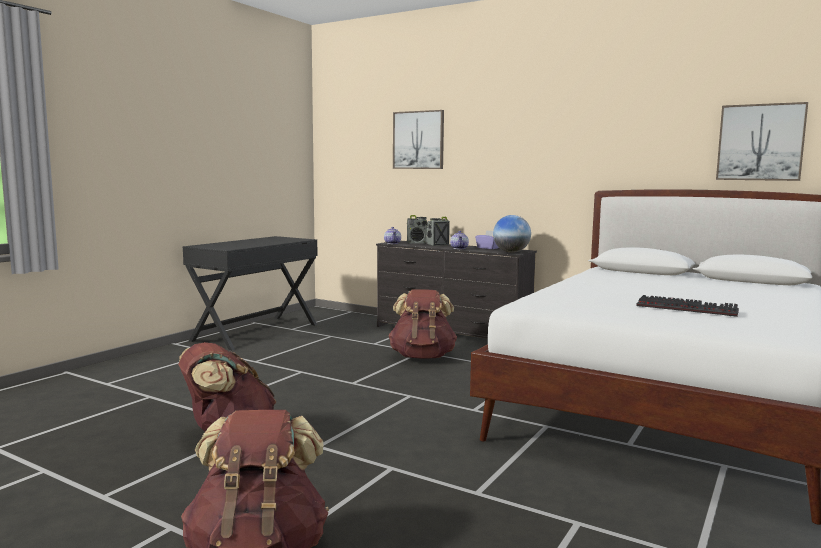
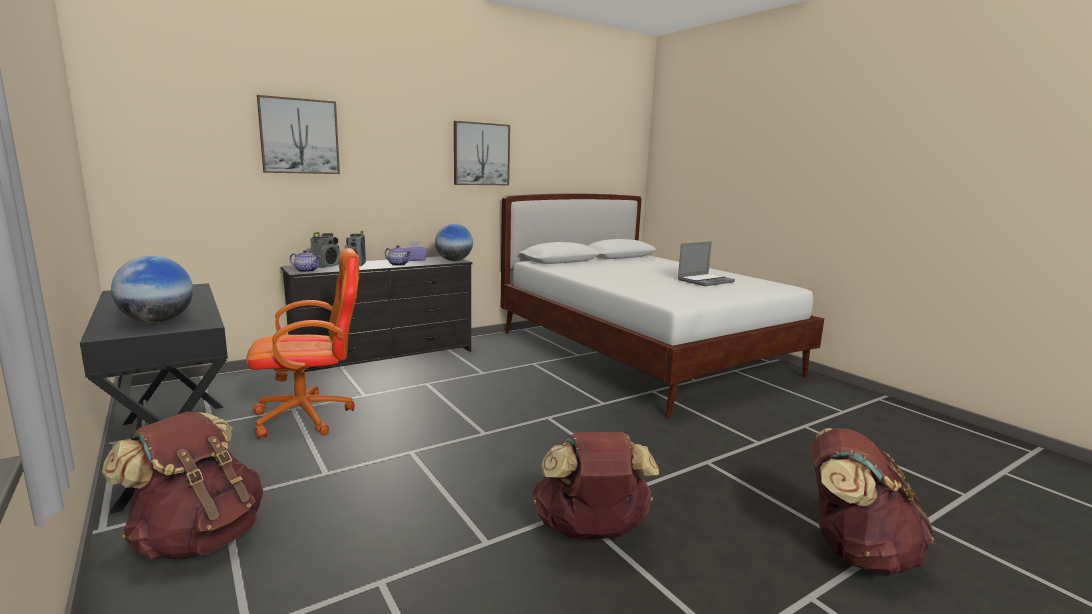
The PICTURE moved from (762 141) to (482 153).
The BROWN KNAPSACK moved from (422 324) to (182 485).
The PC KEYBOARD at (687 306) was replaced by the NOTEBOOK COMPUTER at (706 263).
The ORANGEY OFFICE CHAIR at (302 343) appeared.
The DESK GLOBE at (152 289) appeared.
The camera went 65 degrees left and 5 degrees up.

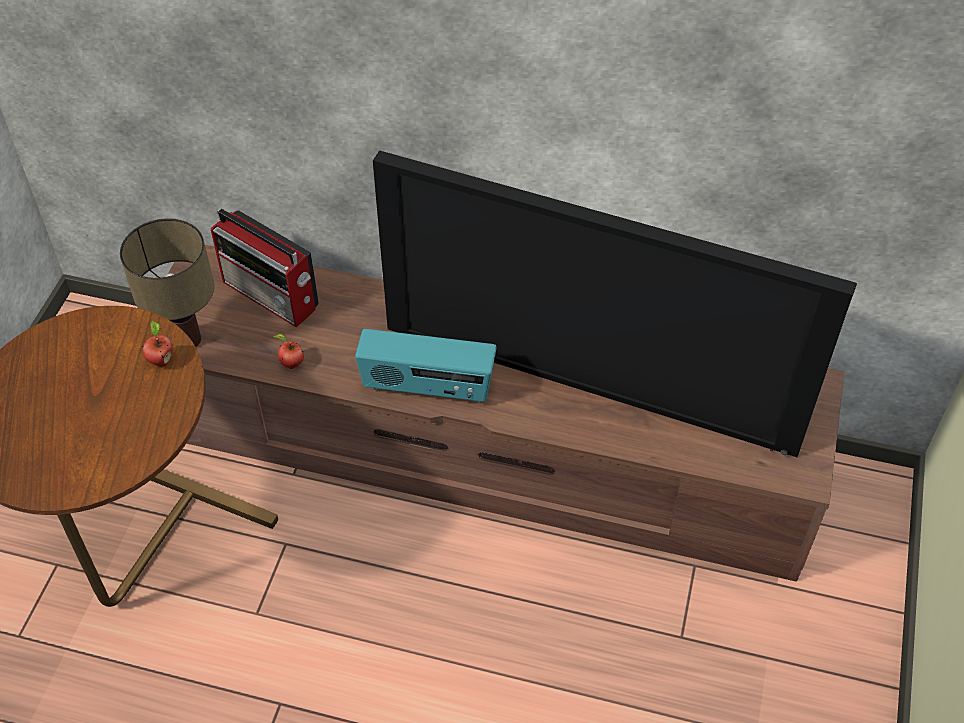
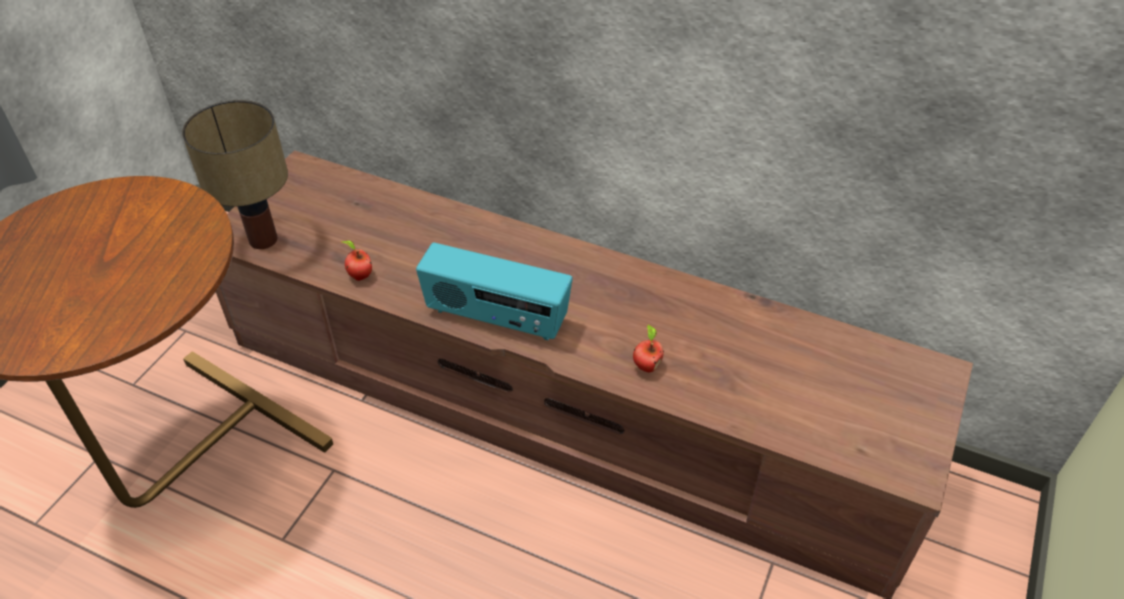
The TV SET at (615 303) disappeared.
The RADIO RECEIVER at (265 267) disappeared.
The APPLE FRUIT moved from (158 343) to (648 348).
The camera went 10 degrees right and 5 degrees down.

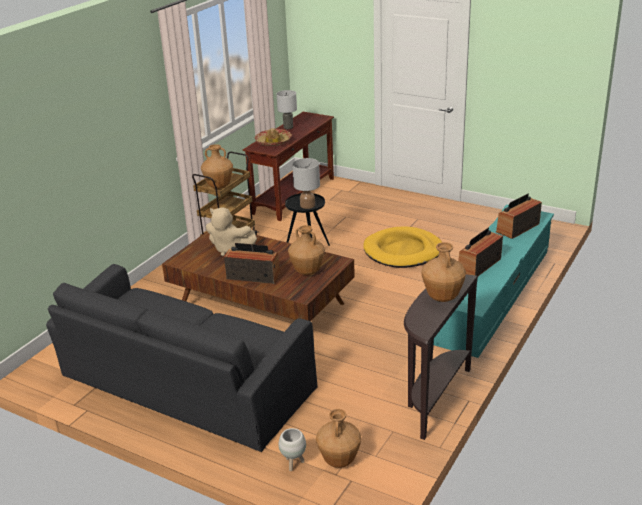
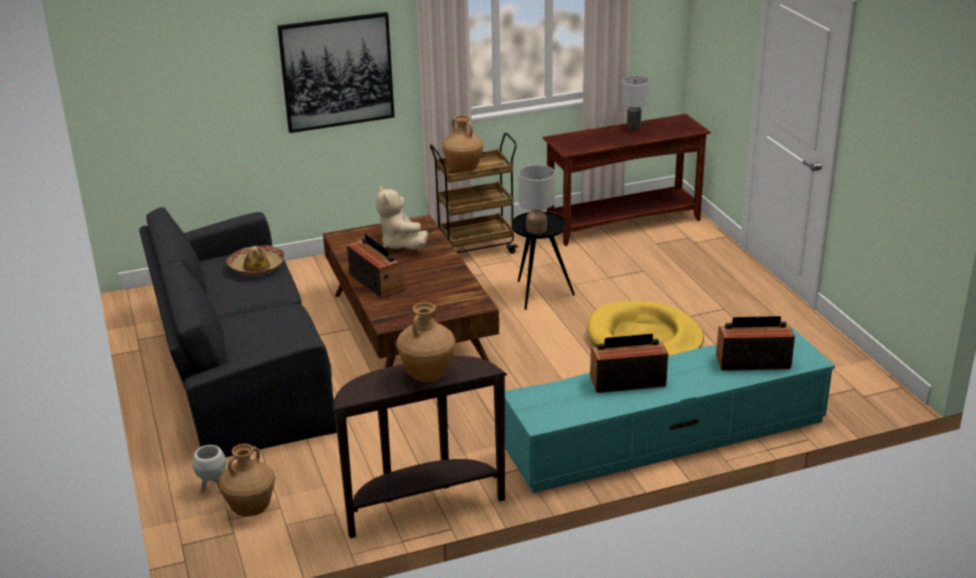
The WEARABLE HAT moved from (273 137) to (255 260).
The BROWN VASE at (306 250) disappeared.
The PICTURE at (336 72) appeared.
The camera went 40 degrees right and 0 degrees up.

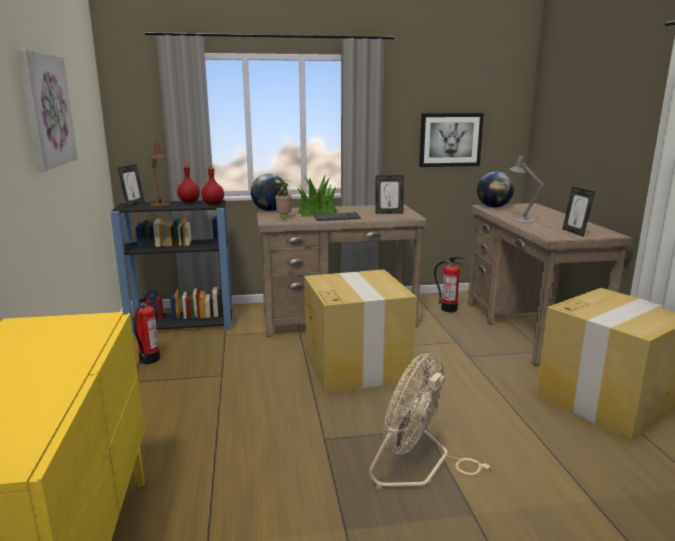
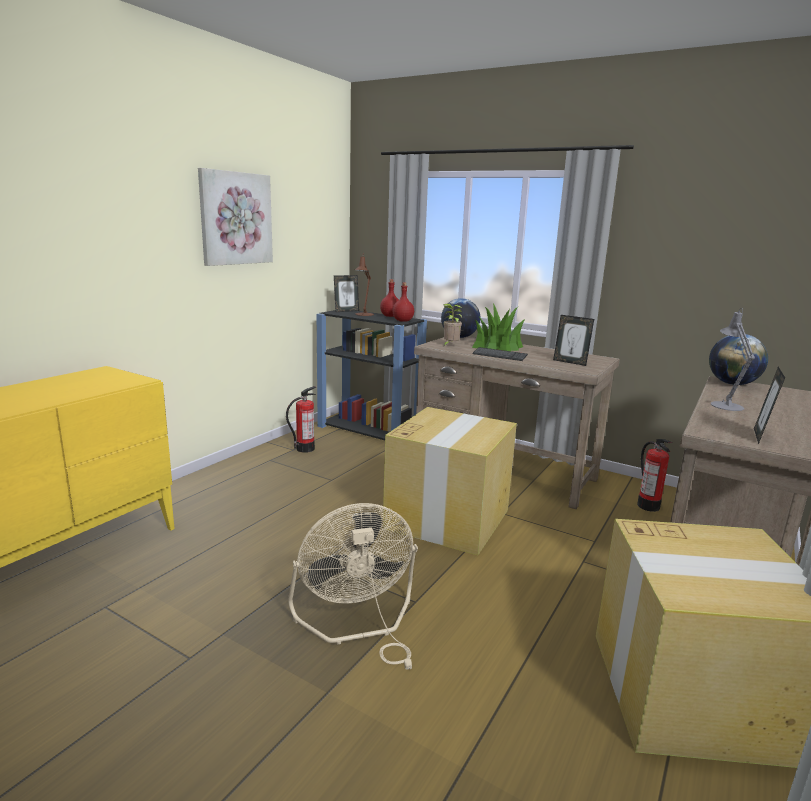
The PICTURE at (451 140) disappeared.
The camera went 40 degrees right and 0 degrees up.

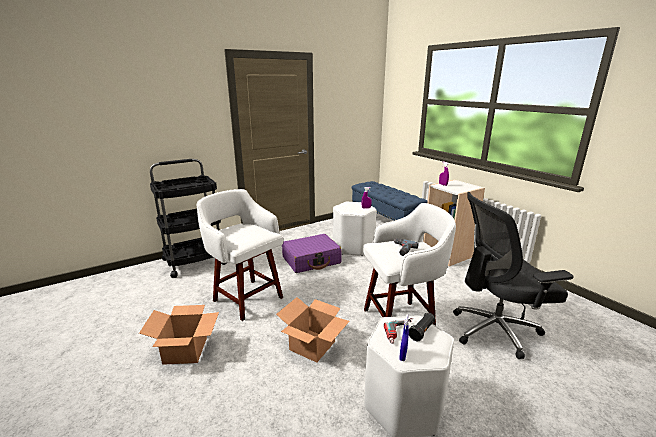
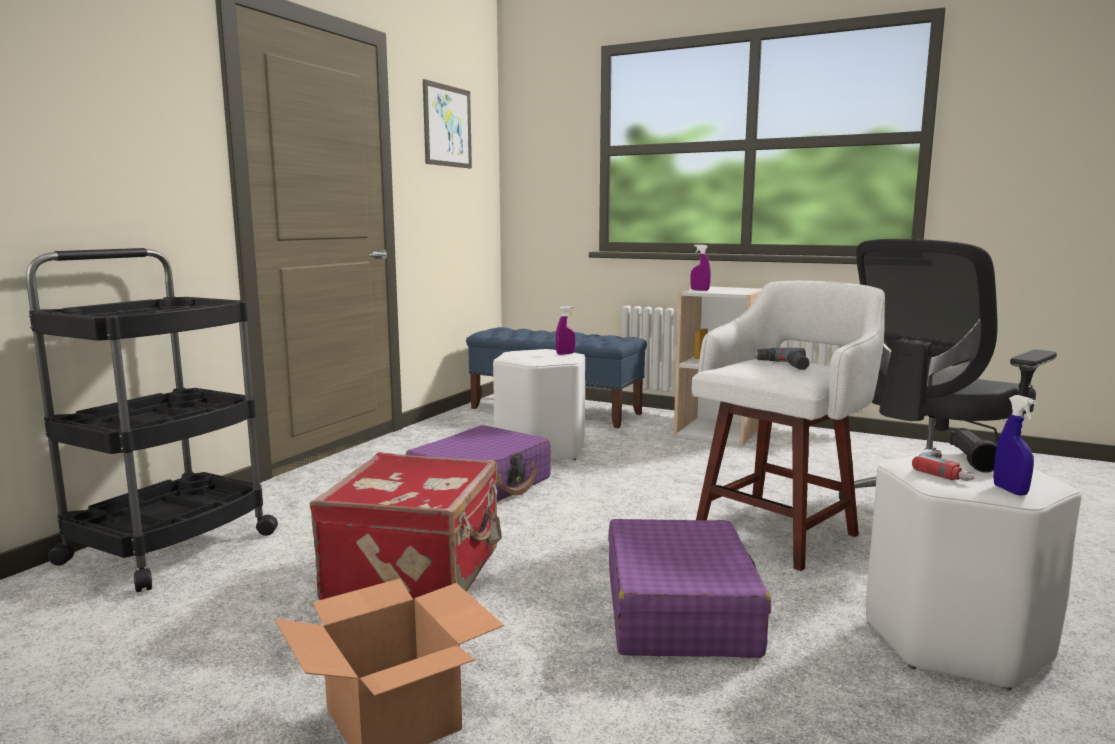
The WHITE-COLOURED SITTING STOOL at (240 255) was replaced by the RED TRAVEL CASE at (405 526).
The CARDBOARD BOX at (313 330) was replaced by the PURPLE TRAVEL CASE at (689 588).
The PICTURE at (447 124) appeared.
The camera went 30 degrees left and 10 degrees down.

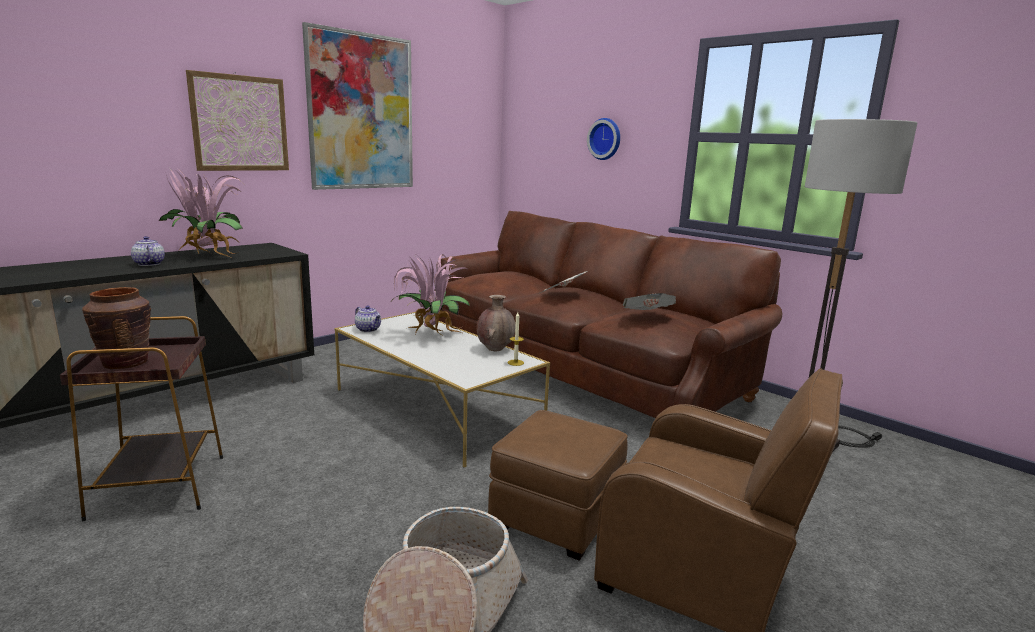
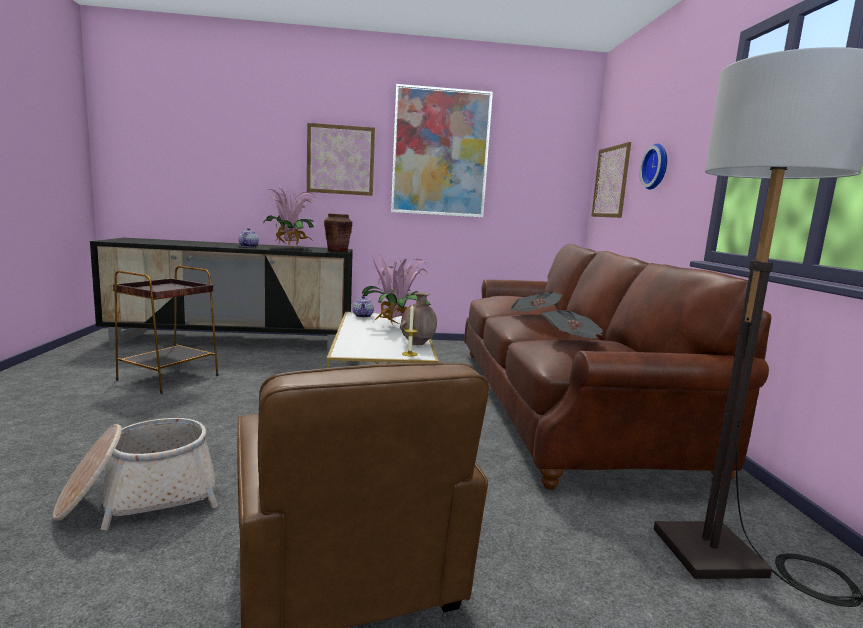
The BROWN VASE moved from (116 328) to (338 233).
The PICTURE at (611 180) appeared.
The camera went 40 degrees right and 5 degrees down.

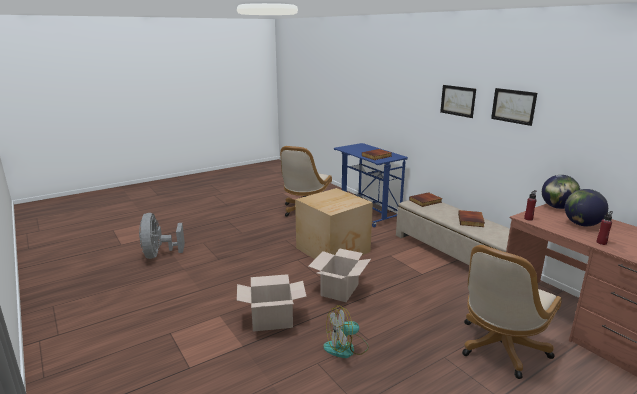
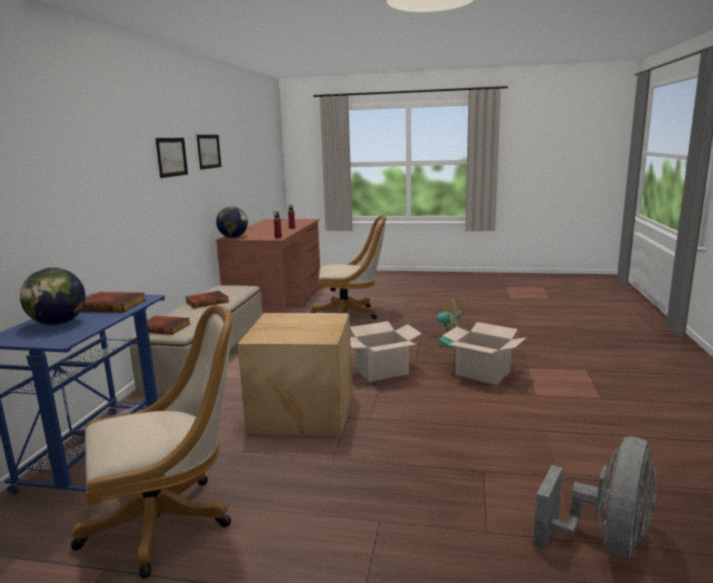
The PICTURE moved from (458 101) to (209 152).
The DESK GLOBE moved from (586 207) to (53 296).
The camera went 135 degrees left and 5 degrees down.

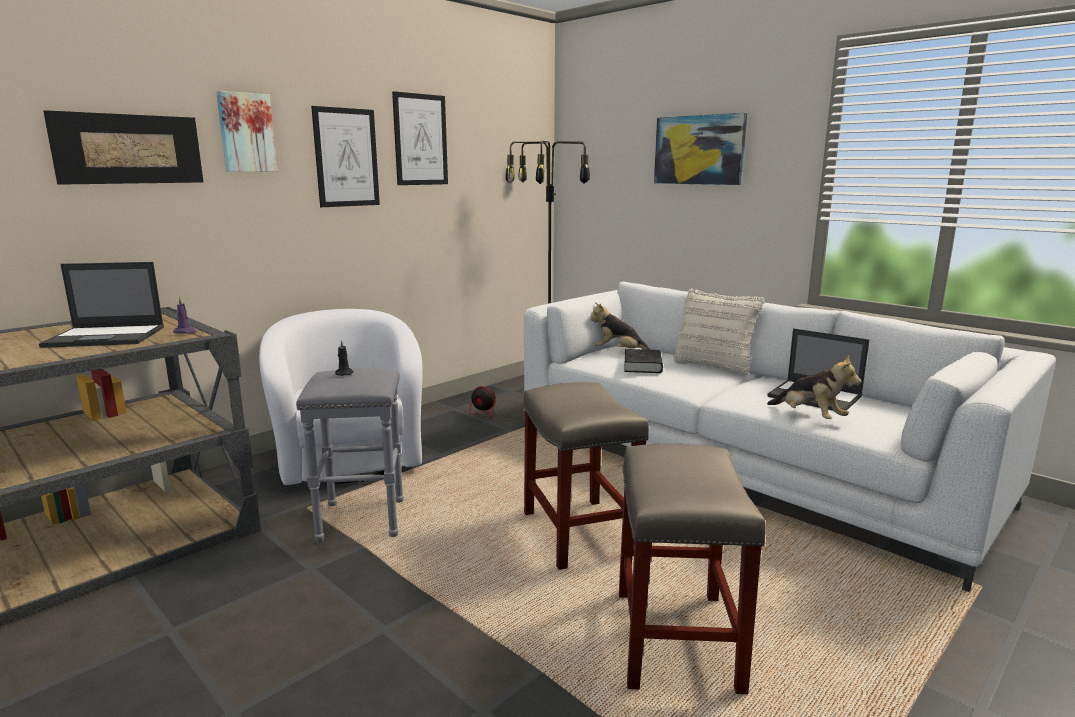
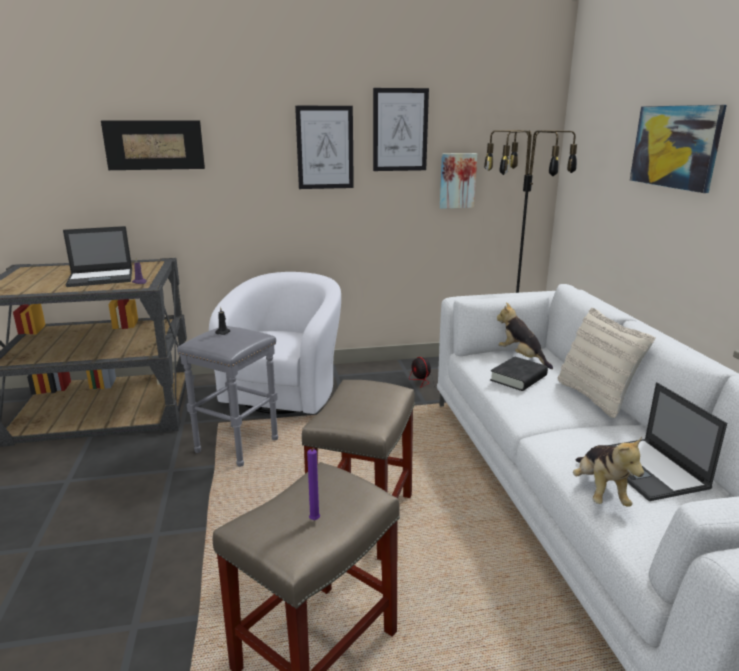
The PICTURE moved from (246 131) to (458 181).
The NOTEBOOK COMPUTER at (101 305) turned 45 degrees counterclockwise.
The PURPLE CANDLE at (313 484) appeared.
The camera went 35 degrees right and 5 degrees up.

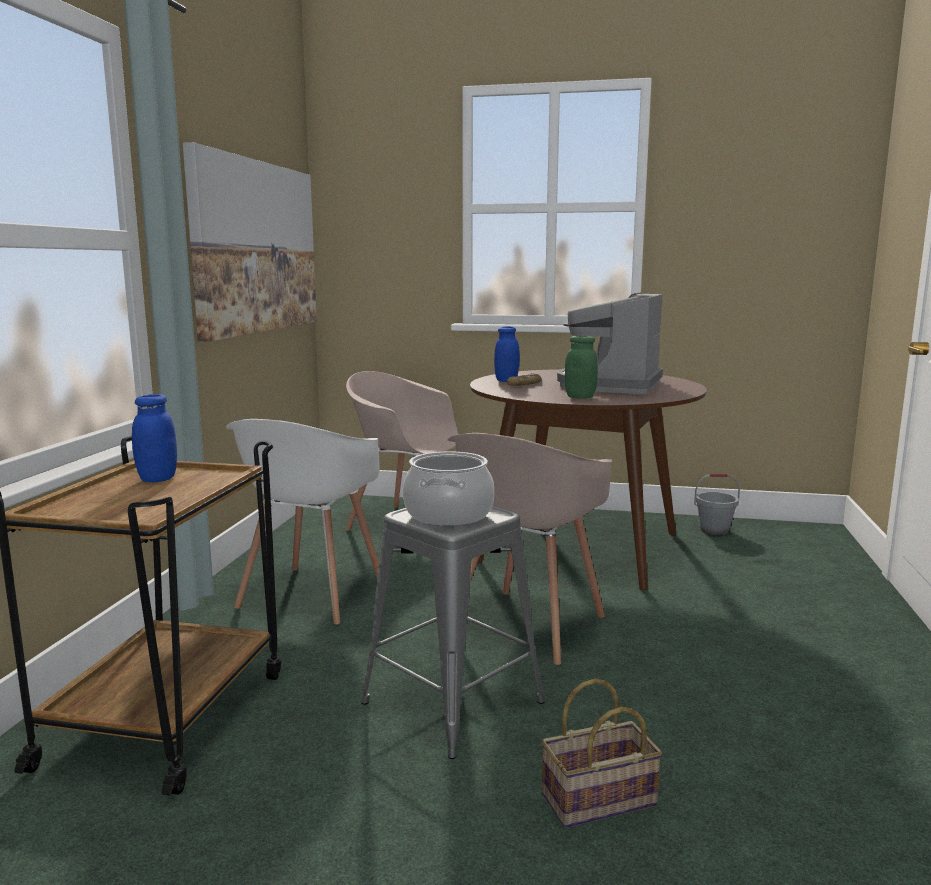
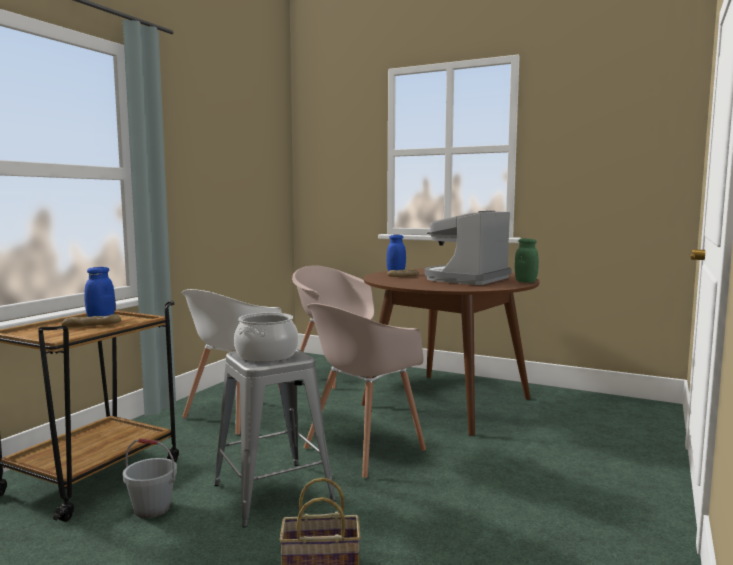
The PICTURE at (250 242) disappeared.
The GREEN JAR moved from (581 367) to (527 260).
The GREYISH BUCKET moved from (717 504) to (150 478).
The BAKED BREAD at (91 320) appeared.
The camera went 15 degrees right and 5 degrees down.

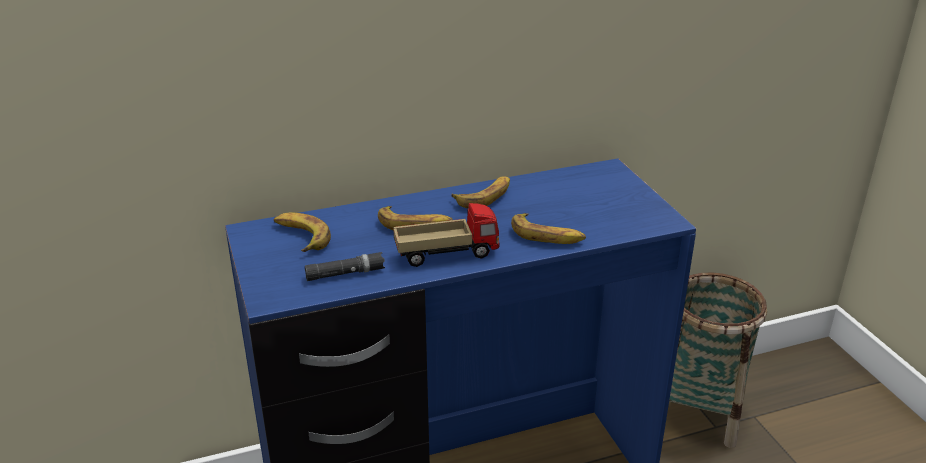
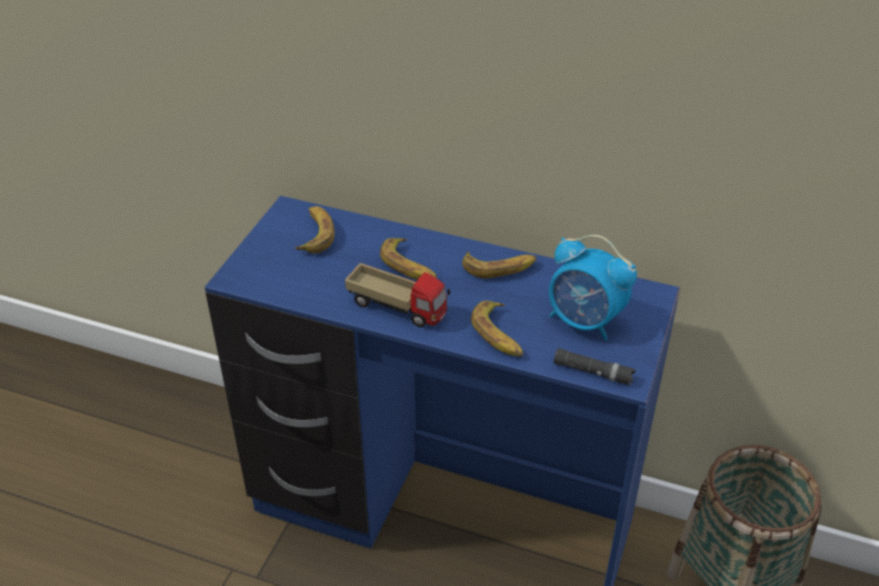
The BLACK HAND TORCH moved from (345 266) to (594 367).
The BEDSIDE CLOCK at (593 288) appeared.
The camera went 40 degrees right and 10 degrees up.

